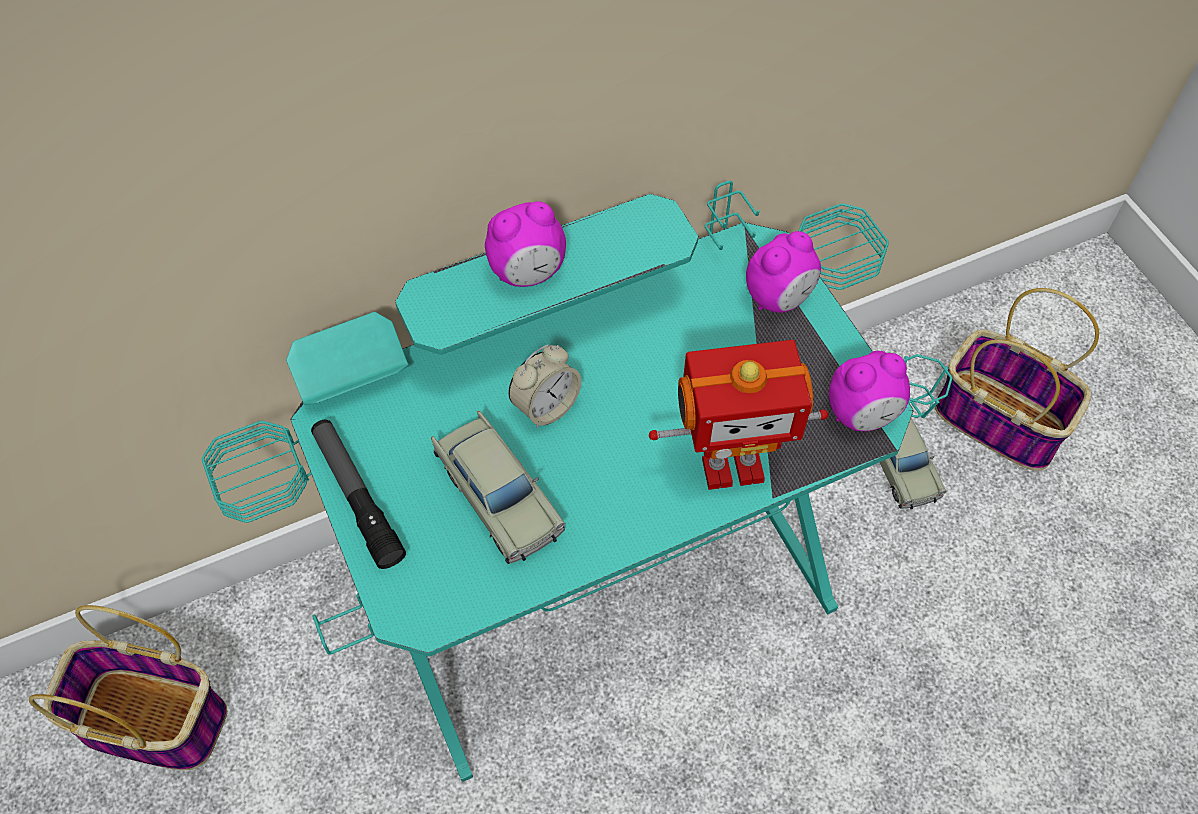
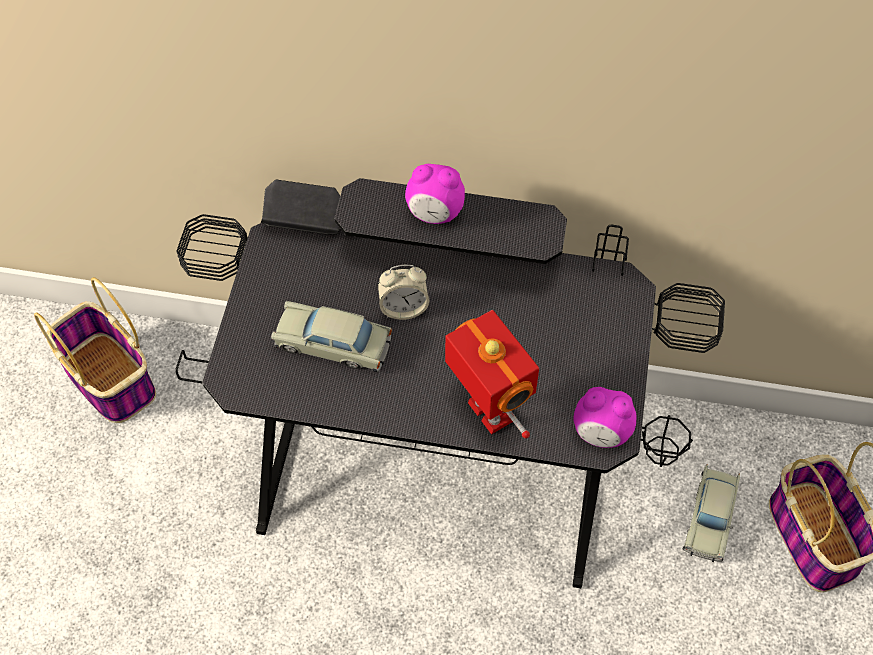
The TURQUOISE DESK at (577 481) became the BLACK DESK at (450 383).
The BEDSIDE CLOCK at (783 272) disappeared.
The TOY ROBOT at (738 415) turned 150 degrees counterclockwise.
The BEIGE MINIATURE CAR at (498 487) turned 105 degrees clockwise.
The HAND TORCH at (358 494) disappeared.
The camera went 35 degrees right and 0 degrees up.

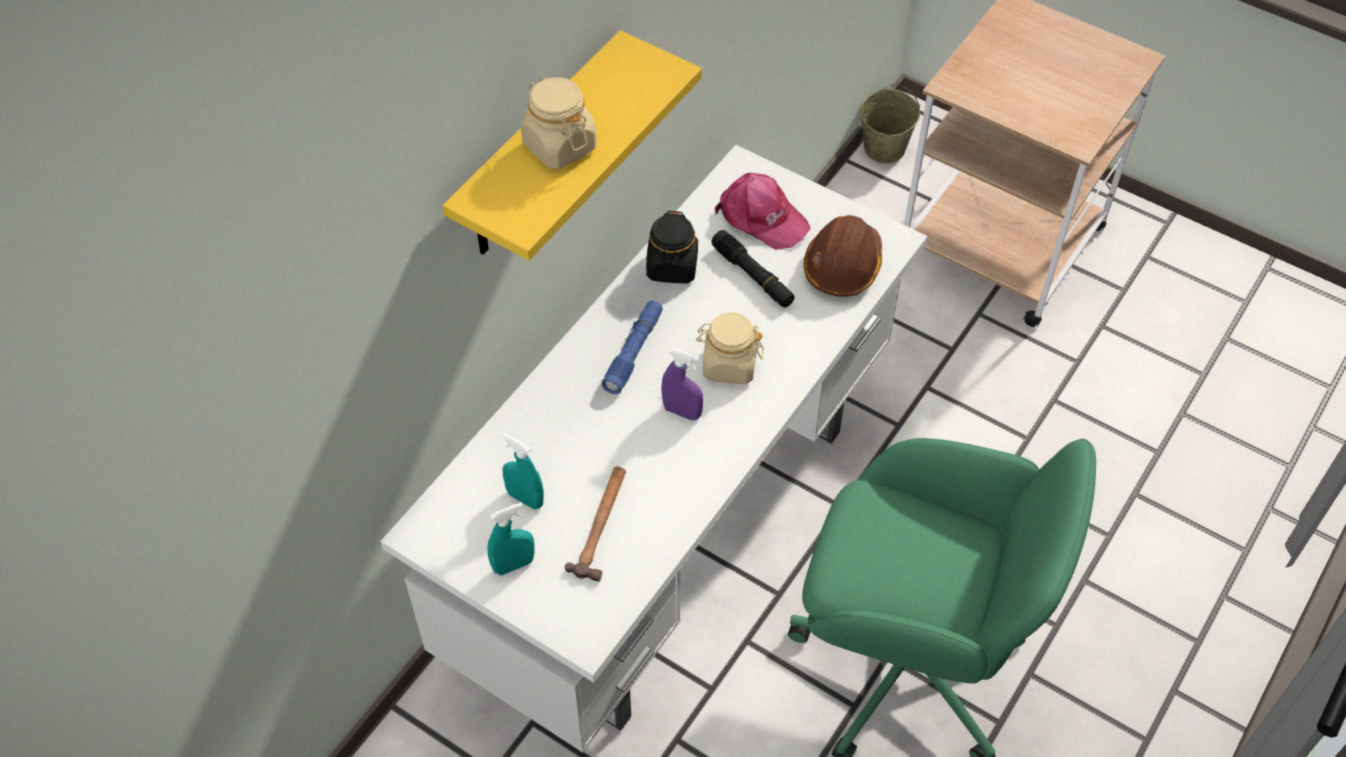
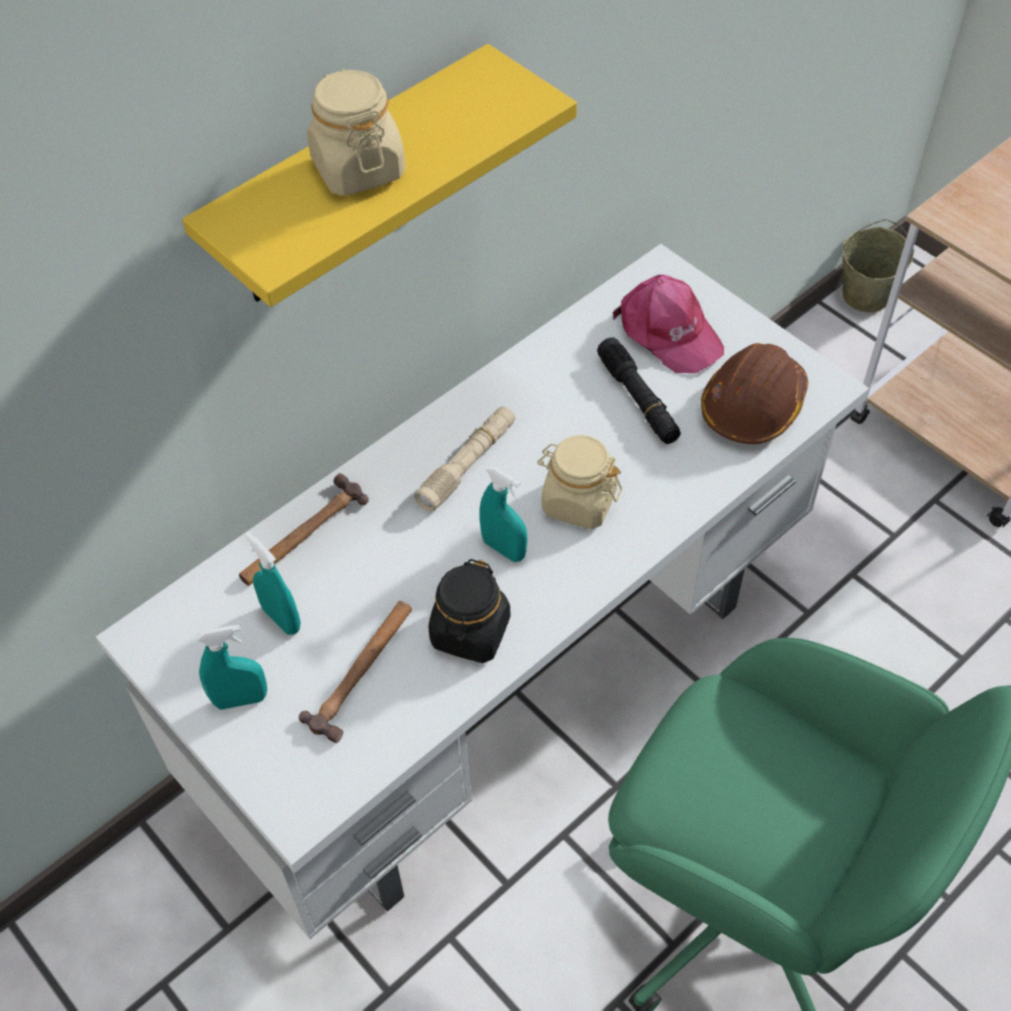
The BLACK JAR moved from (672 247) to (469 611).
The BLUE-COLOURED HAND TORCH at (632 347) became the BEIGE HAND TORCH at (464 459).
The PURPLE SPRAY BOTTLE at (682 384) became the TURQUOISE SPRAY BOTTLE at (503 513).
The HAND HAMMER at (304 529) appeared.
The camera went 15 degrees right and 0 degrees up.

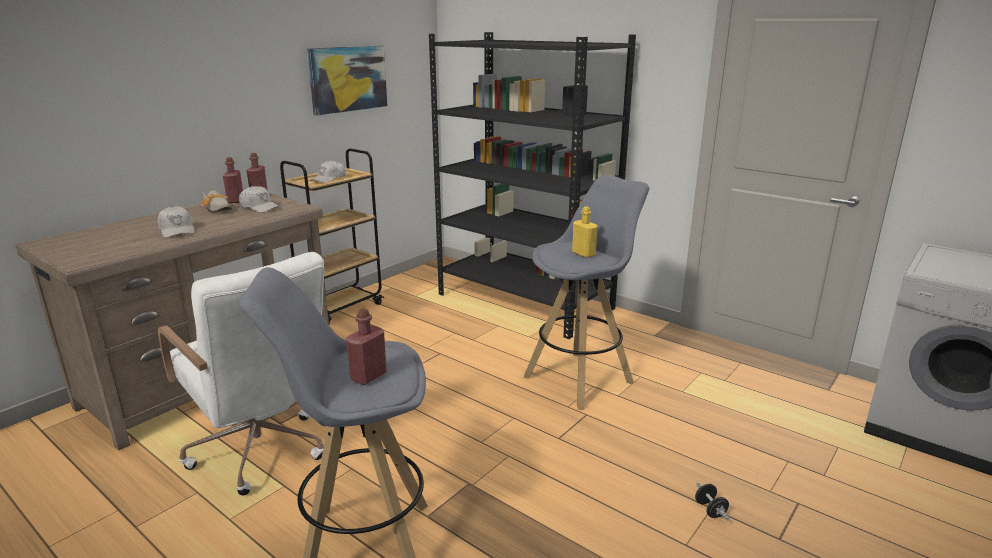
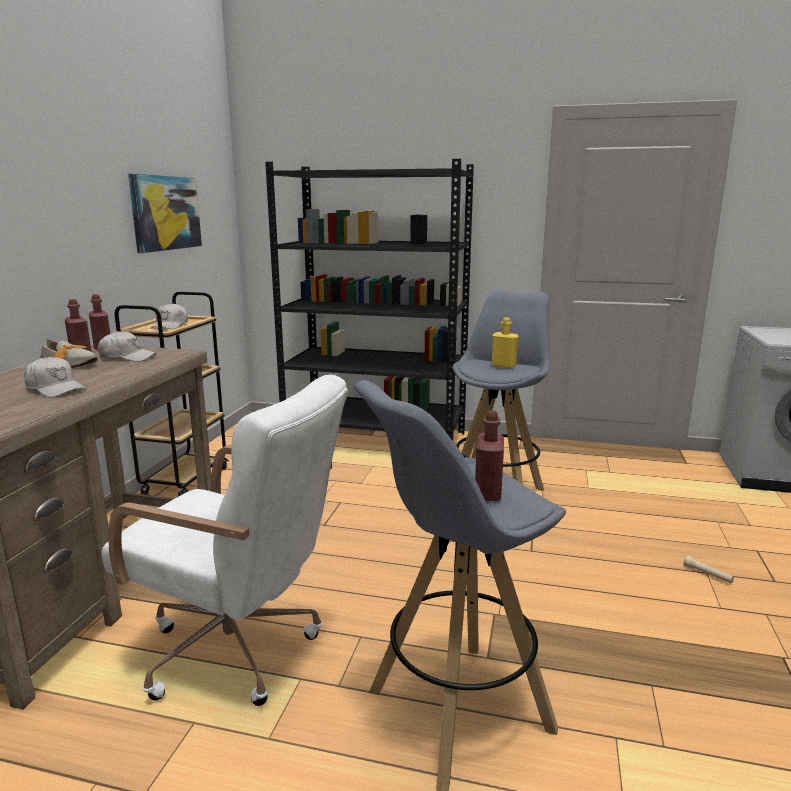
The BLACK FREE WEIGHT at (712 501) was replaced by the BEIGE HAND TORCH at (708 569).
The camera went 25 degrees left and 5 degrees down.

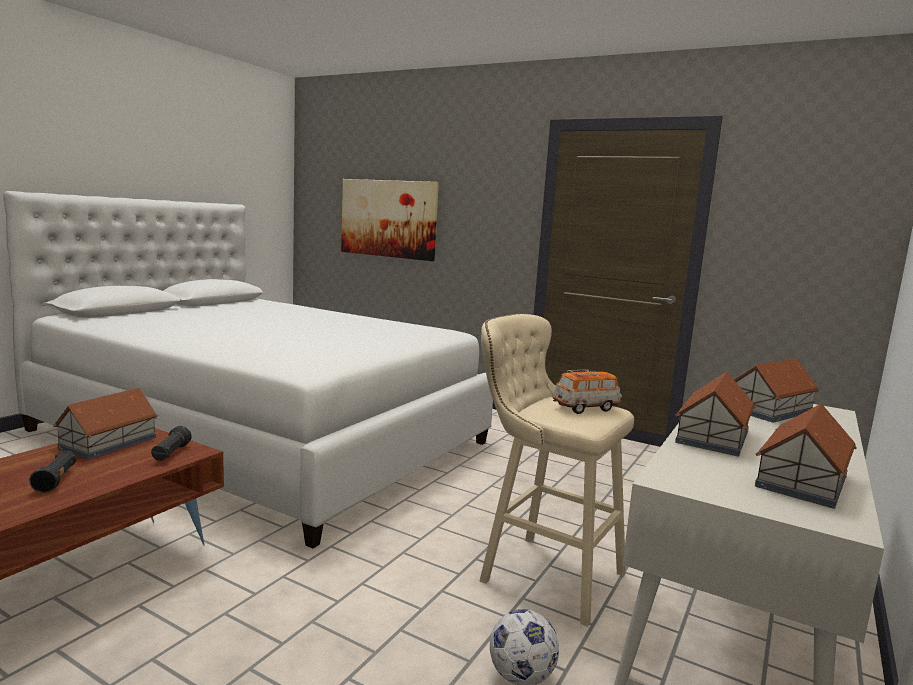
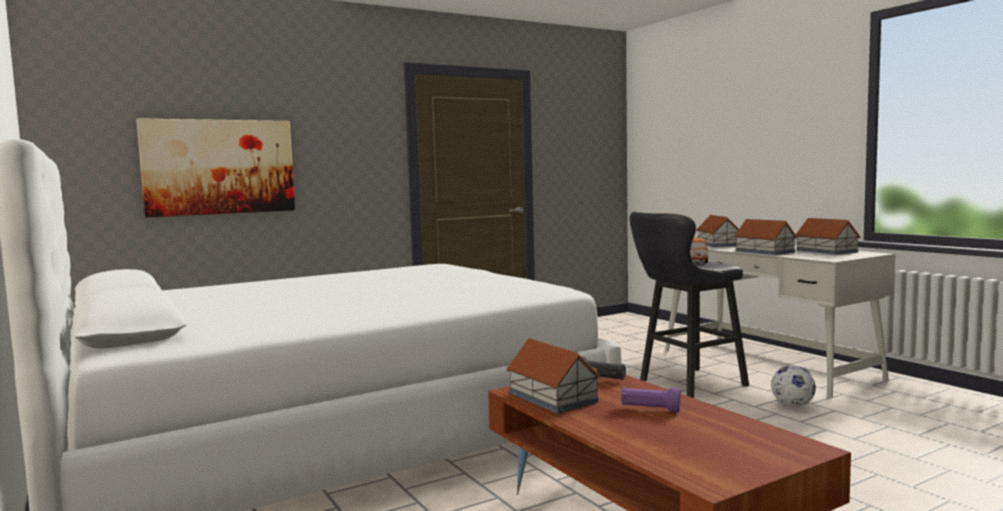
The BEIGE SITTING STOOL at (557 470) became the BLACK SITTING STOOL at (689 305).
The BLACK HAND TORCH at (52 472) became the PURPLE HAND TORCH at (651 399).
The camera went 60 degrees left and 5 degrees down.

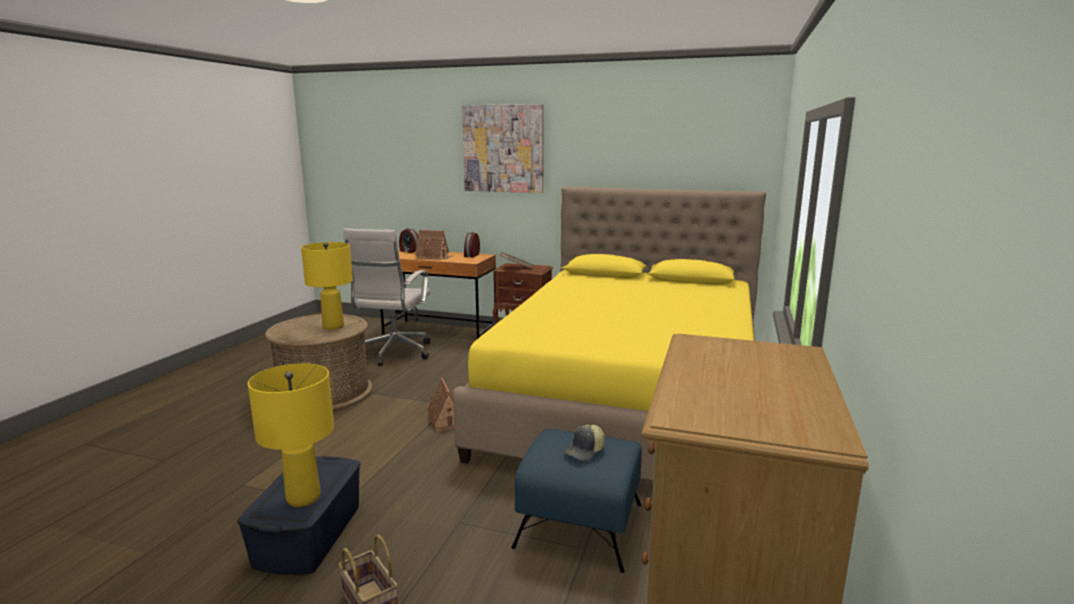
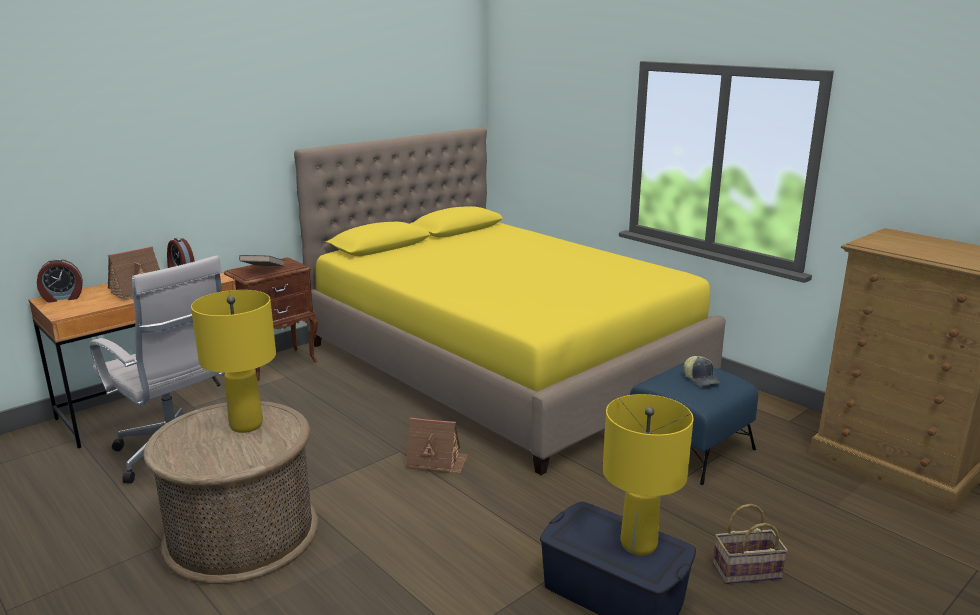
The PICTURE at (503 148) disappeared.
The camera went 60 degrees left and 5 degrees up.

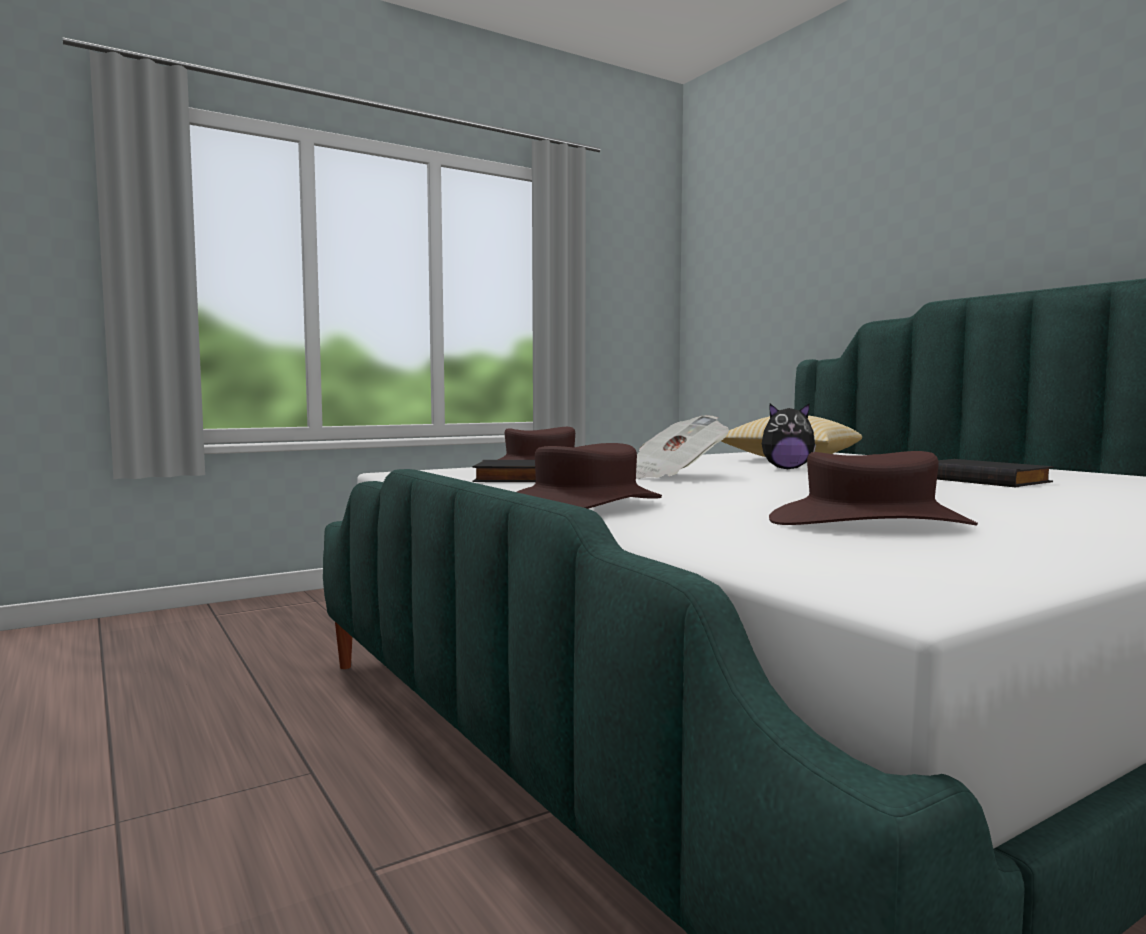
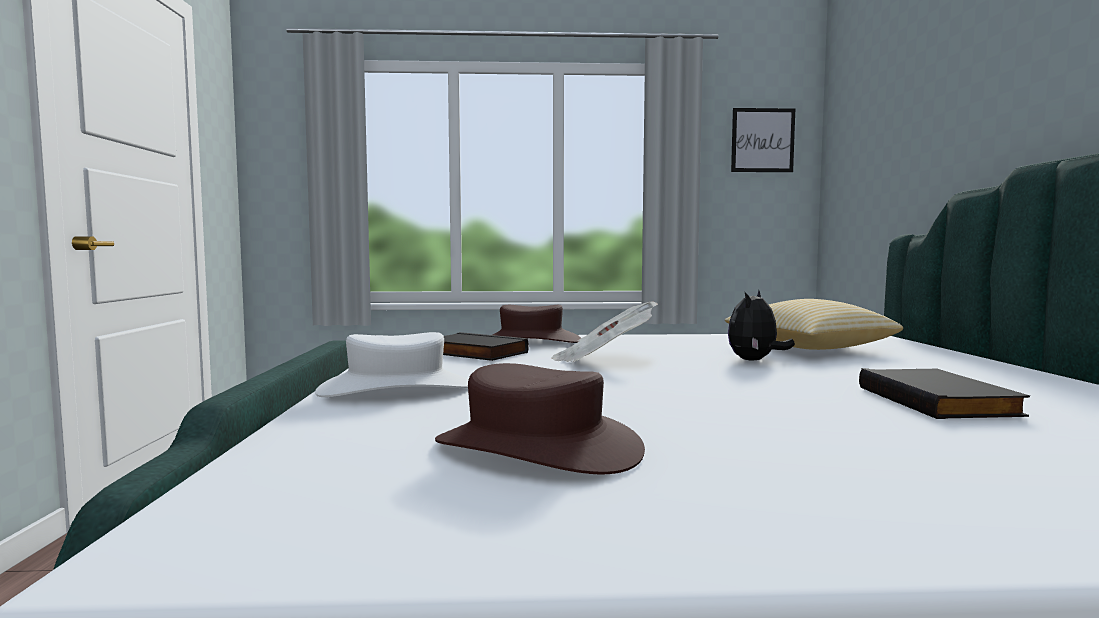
The SOFT TOY at (789 436) turned 90 degrees clockwise.
The BROWN WEARABLE HAT at (589 476) became the WHITE-COLOURED WEARABLE HAT at (391 364).
The PICTURE at (763 140) appeared.
The camera went 30 degrees right and 0 degrees up.

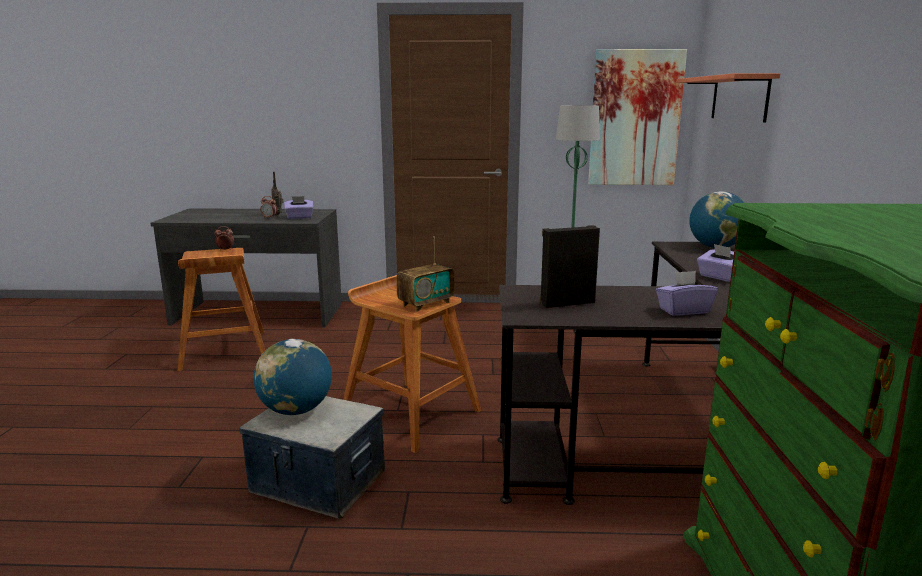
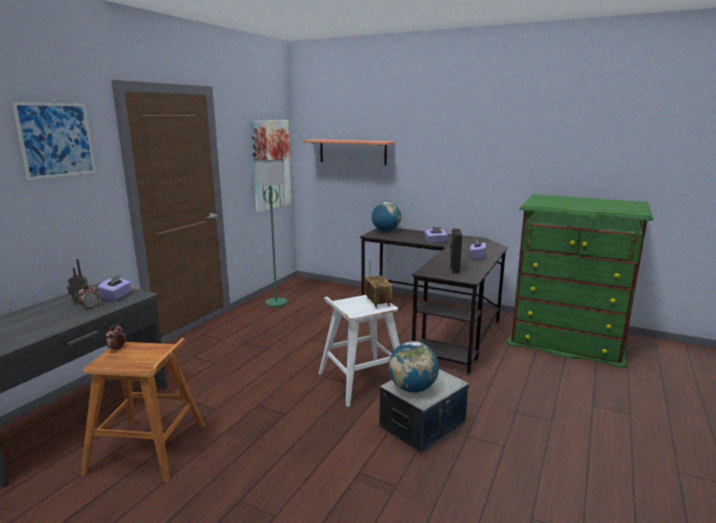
The BROWN SITTING STOOL at (412 364) became the WHITE-COLOURED SITTING STOOL at (359 351).
The PICTURE at (54 141) appeared.
The camera went 65 degrees left and 0 degrees up.

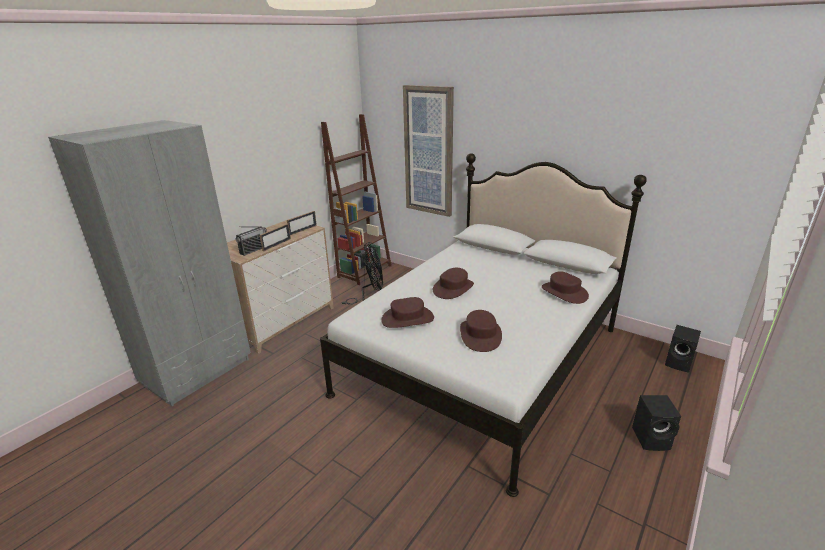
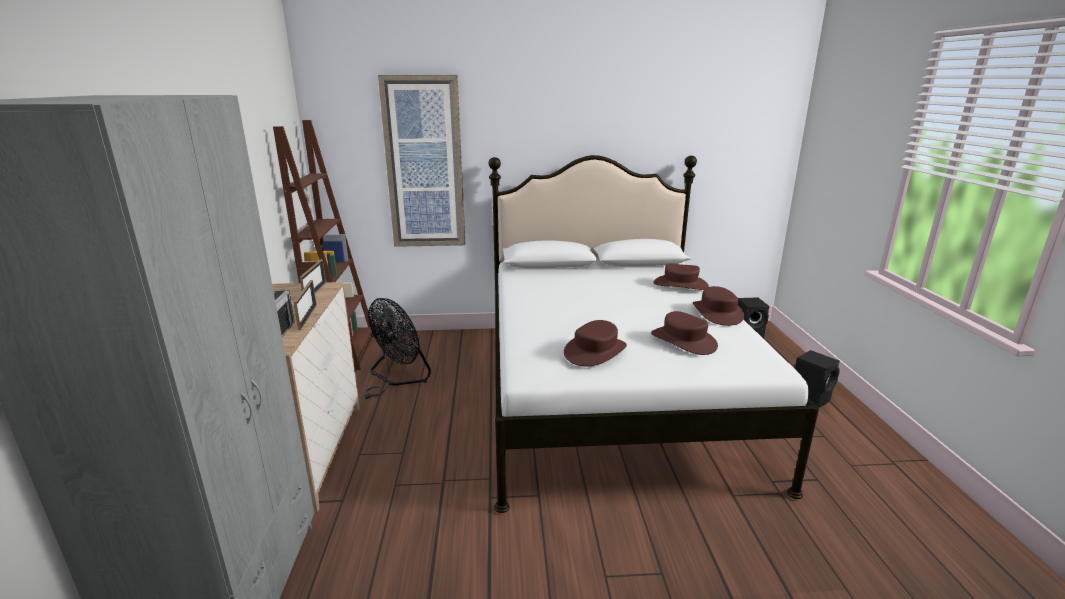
The BROWN WEARABLE HAT moved from (453 283) to (718 306).
The camera went 40 degrees left and 5 degrees down.

